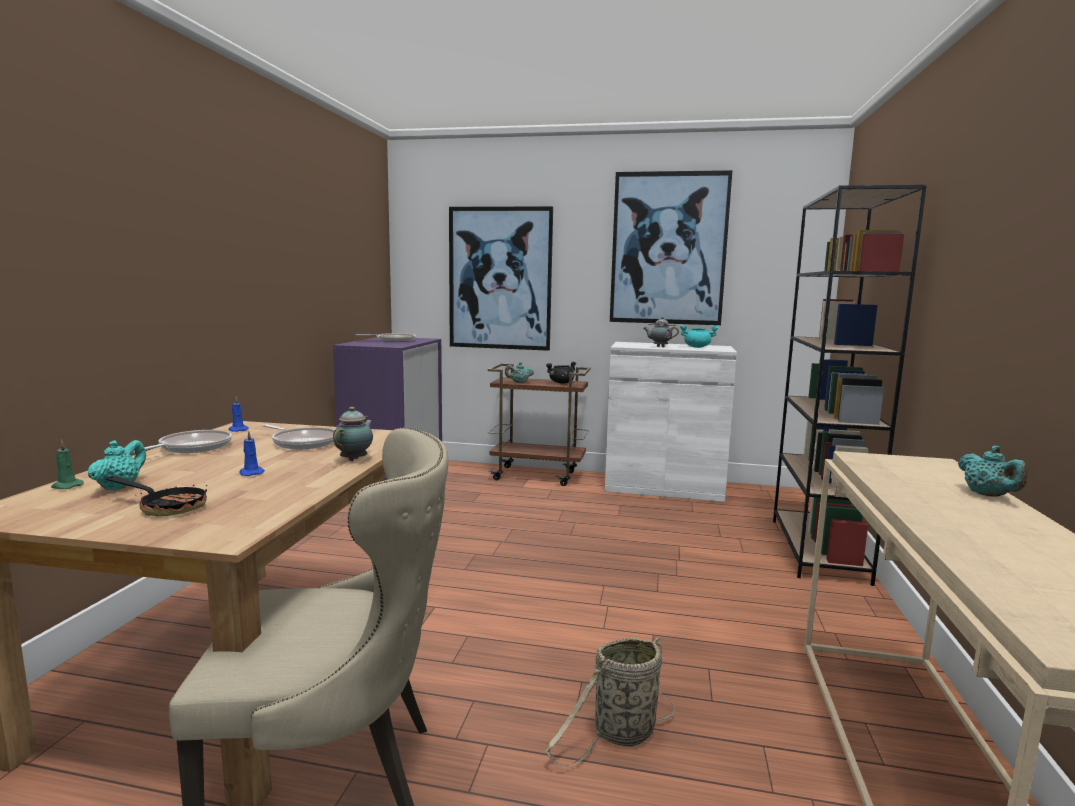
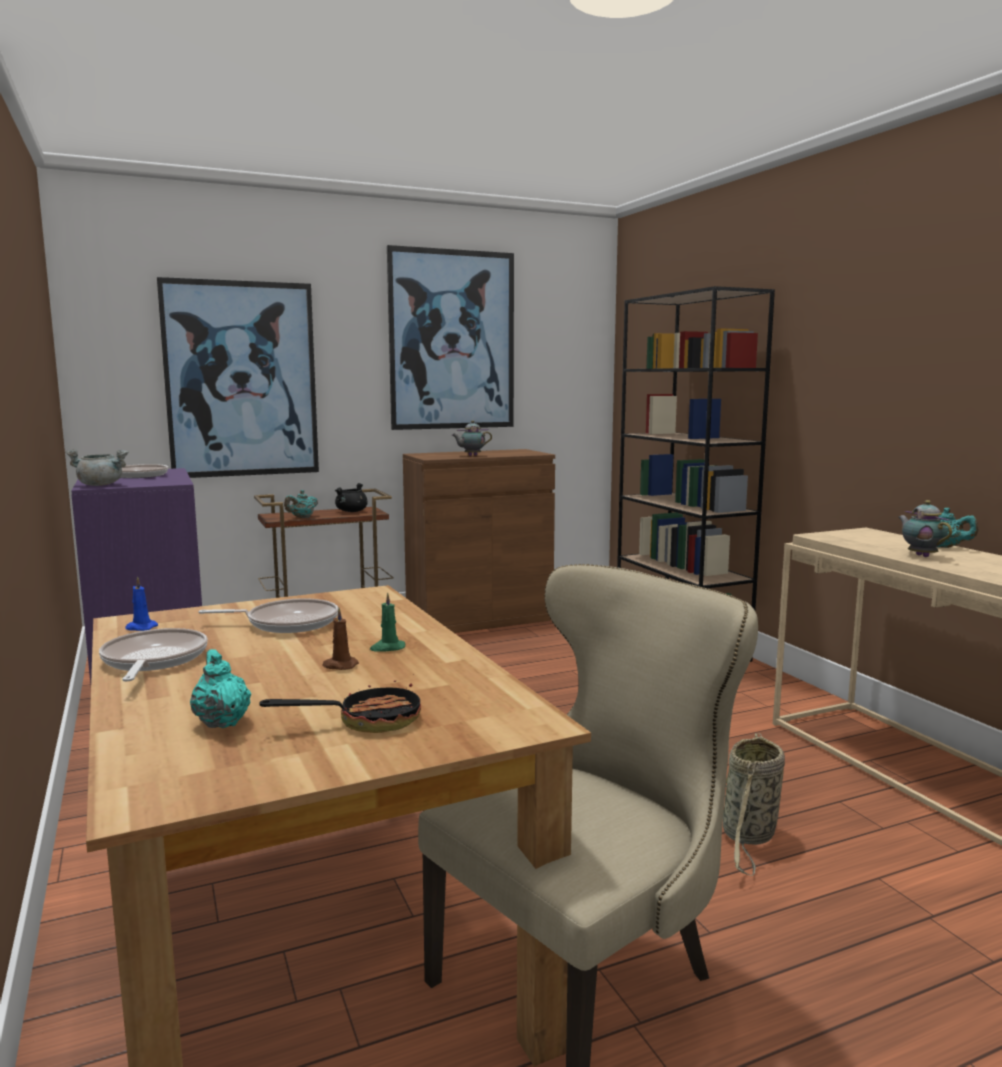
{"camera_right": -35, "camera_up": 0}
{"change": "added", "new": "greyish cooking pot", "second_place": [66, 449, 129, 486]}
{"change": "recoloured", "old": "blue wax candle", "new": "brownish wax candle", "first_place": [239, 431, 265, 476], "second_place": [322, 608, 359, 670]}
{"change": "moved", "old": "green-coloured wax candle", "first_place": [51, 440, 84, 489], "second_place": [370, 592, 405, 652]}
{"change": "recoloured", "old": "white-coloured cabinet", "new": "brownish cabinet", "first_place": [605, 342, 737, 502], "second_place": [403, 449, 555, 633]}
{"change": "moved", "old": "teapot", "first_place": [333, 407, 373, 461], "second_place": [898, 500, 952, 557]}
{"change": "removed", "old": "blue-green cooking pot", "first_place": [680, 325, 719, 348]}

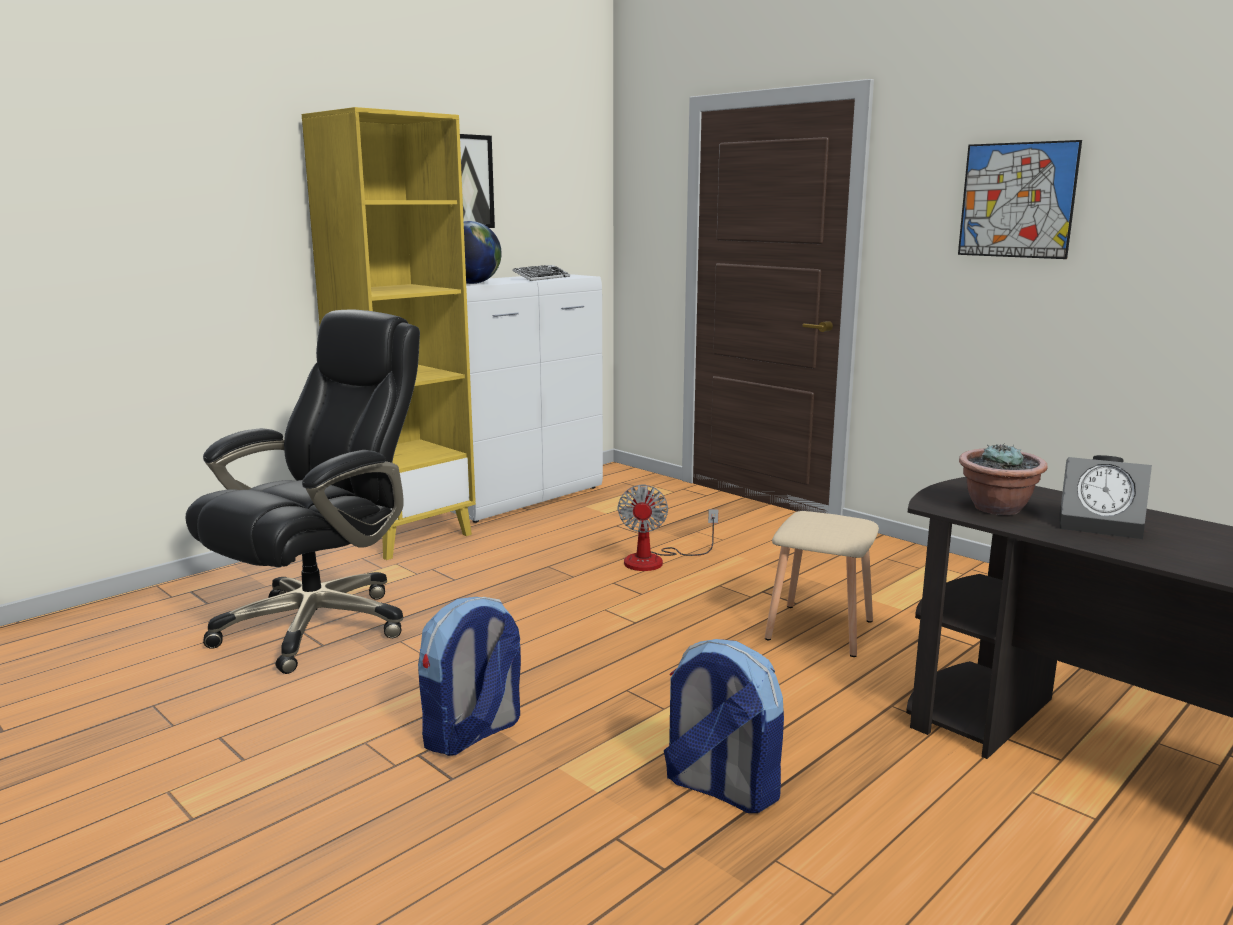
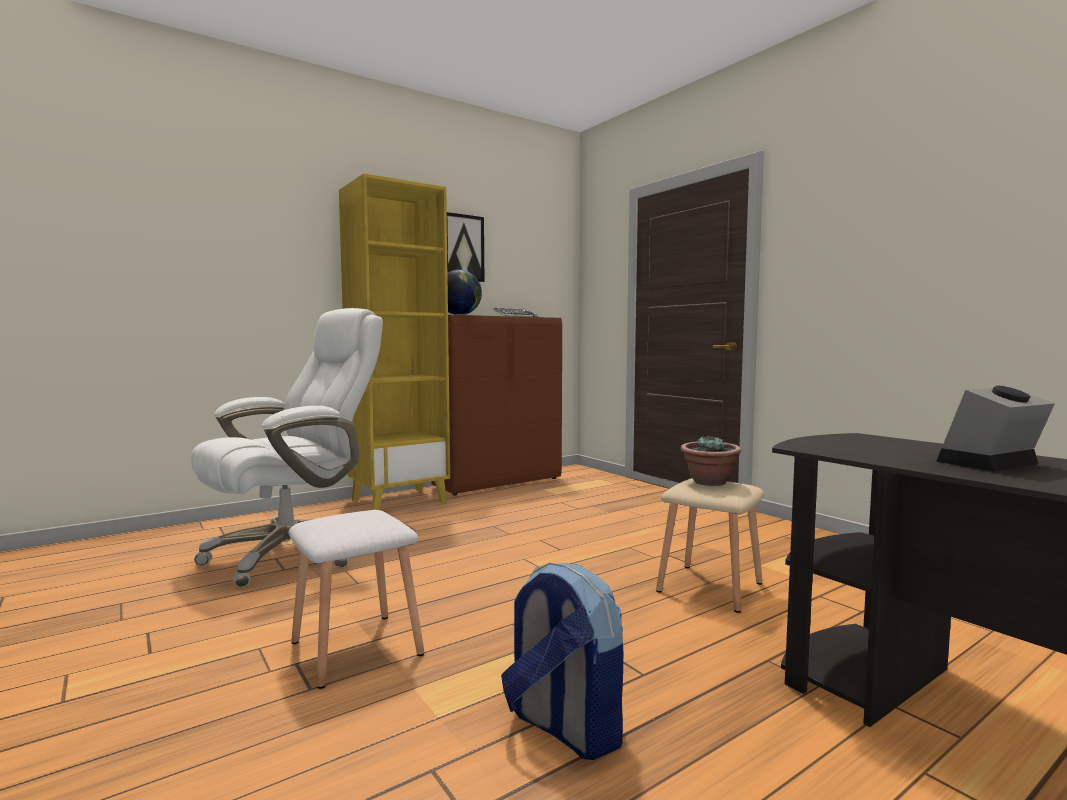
{"camera_right": 10, "camera_up": -10}
{"change": "recoloured", "old": "black computer chair", "new": "white-coloured computer chair", "first_place": [185, 310, 420, 674], "second_place": [190, 308, 383, 588]}
{"change": "replaced", "old": "knapsack", "new": "white-coloured stool", "first_place": [418, 597, 521, 756], "second_place": [288, 510, 424, 689]}
{"change": "recoloured", "old": "white-coloured cabinet", "new": "brownish cabinet", "first_place": [450, 274, 603, 523], "second_place": [432, 315, 562, 496]}
{"change": "moved", "old": "plant in a pot", "first_place": [959, 443, 1047, 515], "second_place": [681, 436, 741, 486]}
{"change": "turned", "old": "alarm clock", "first_place": [1059, 455, 1152, 539], "second_place": [936, 385, 1055, 472], "degrees": 120}
{"change": "removed", "old": "electric fan", "first_place": [618, 484, 718, 571]}
{"change": "removed", "old": "wall picture", "first_place": [958, 140, 1082, 259]}

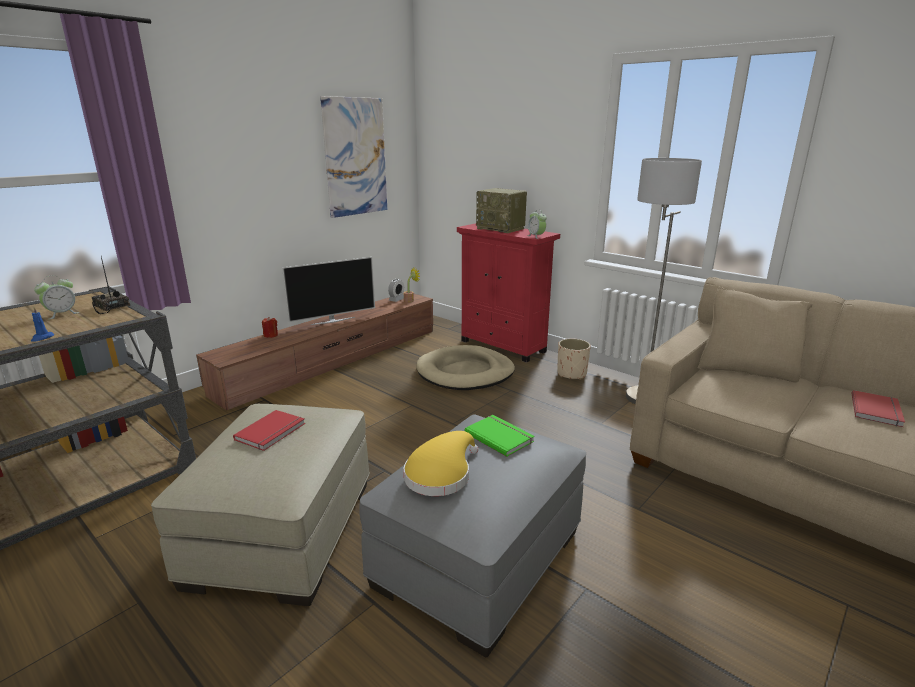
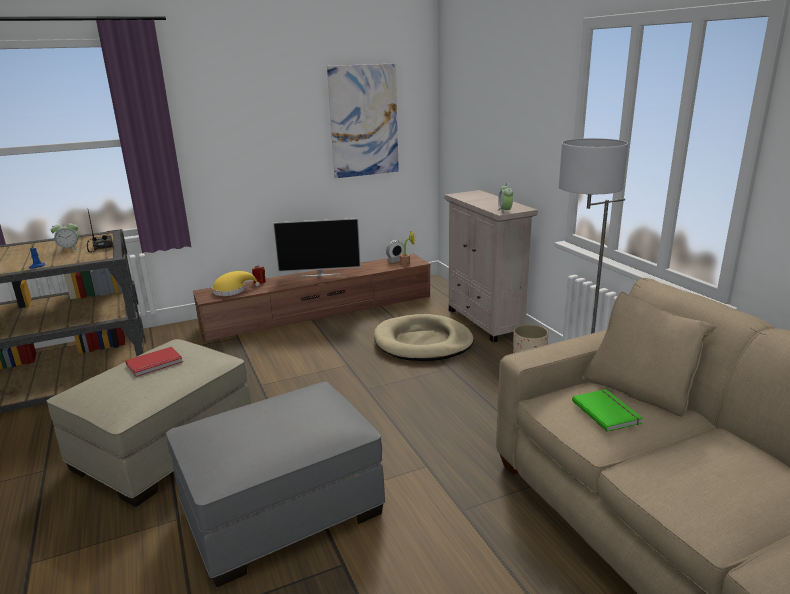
{"camera_right": 25, "camera_up": 0}
{"change": "moved", "old": "yellow clothing hat", "first_place": [403, 431, 479, 496], "second_place": [212, 271, 260, 296]}
{"change": "recoloured", "old": "red-coloured cabinet", "new": "sand-coloured cabinet", "first_place": [457, 223, 560, 363], "second_place": [445, 190, 538, 343]}
{"change": "moved", "old": "green-coloured volume", "first_place": [465, 415, 535, 457], "second_place": [572, 389, 643, 432]}
{"change": "removed", "old": "radio set", "first_place": [476, 188, 527, 233]}
{"change": "removed", "old": "red-coloured volume", "first_place": [851, 390, 905, 427]}

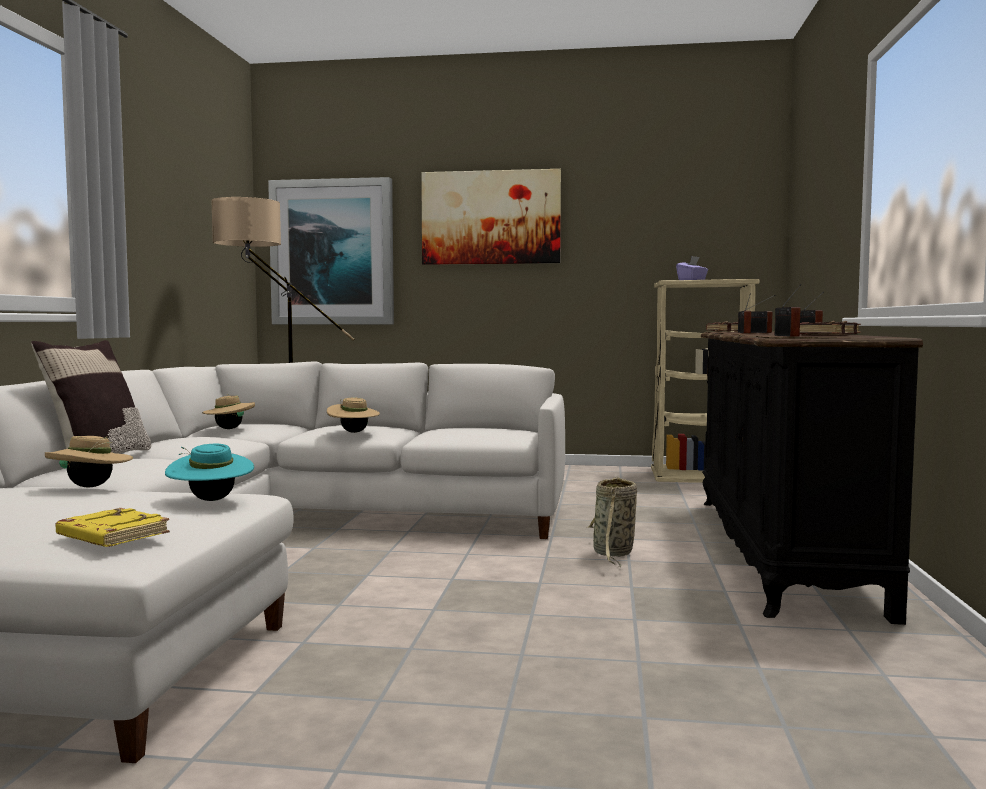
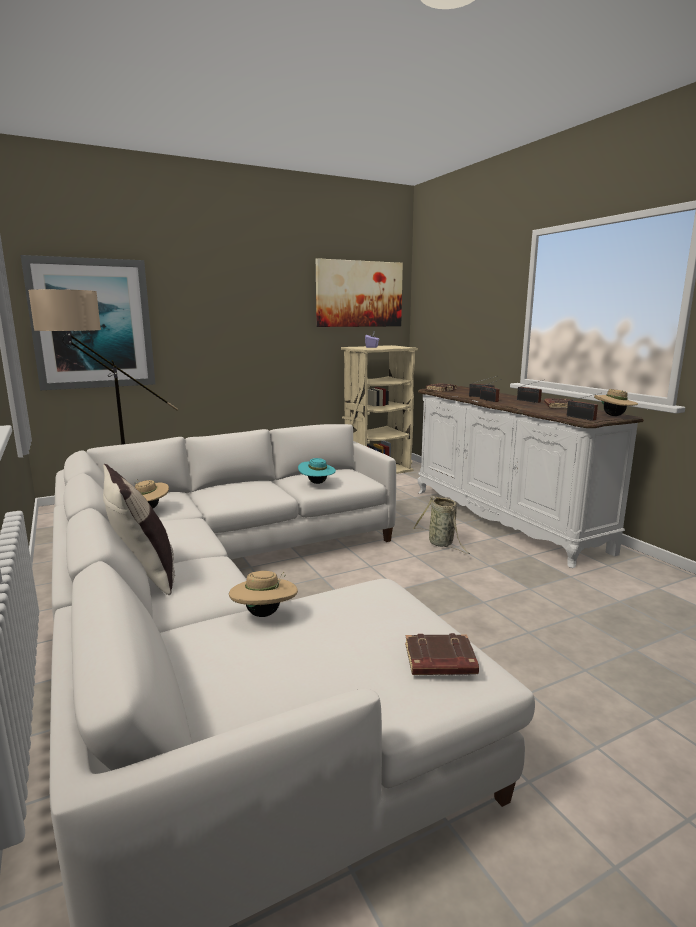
{"camera_right": -35, "camera_up": 10}
{"change": "moved", "old": "blue-green clothing hat", "first_place": [165, 444, 254, 501], "second_place": [298, 458, 336, 484]}
{"change": "moved", "old": "wall picture", "first_place": [421, 169, 561, 265], "second_place": [316, 258, 403, 327]}
{"change": "recoloured", "old": "yellow volume", "new": "brownish volume", "first_place": [55, 508, 170, 547], "second_place": [405, 633, 479, 675]}
{"change": "recoloured", "old": "black cabinet", "new": "white-coloured cabinet", "first_place": [701, 332, 923, 625], "second_place": [417, 386, 644, 568]}
{"change": "moved", "old": "sand-coloured clothing hat", "first_place": [327, 398, 380, 433], "second_place": [594, 389, 638, 416]}

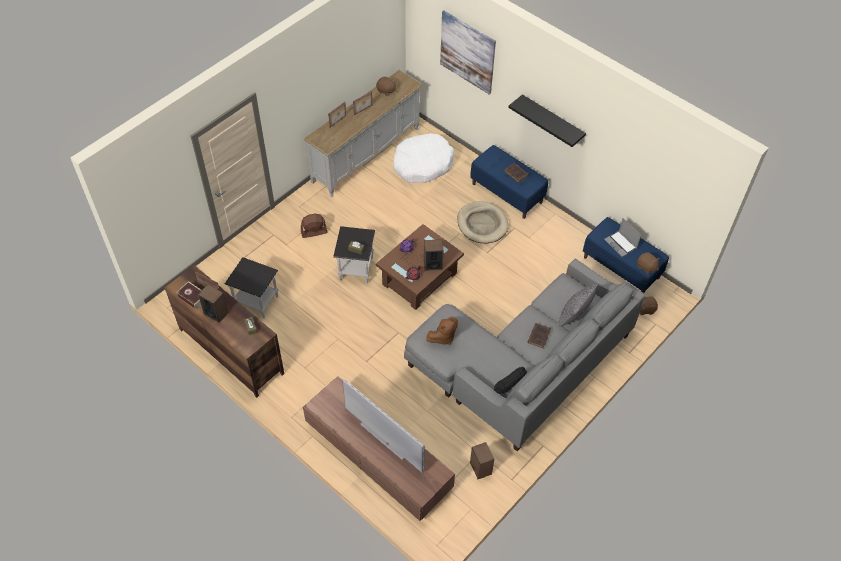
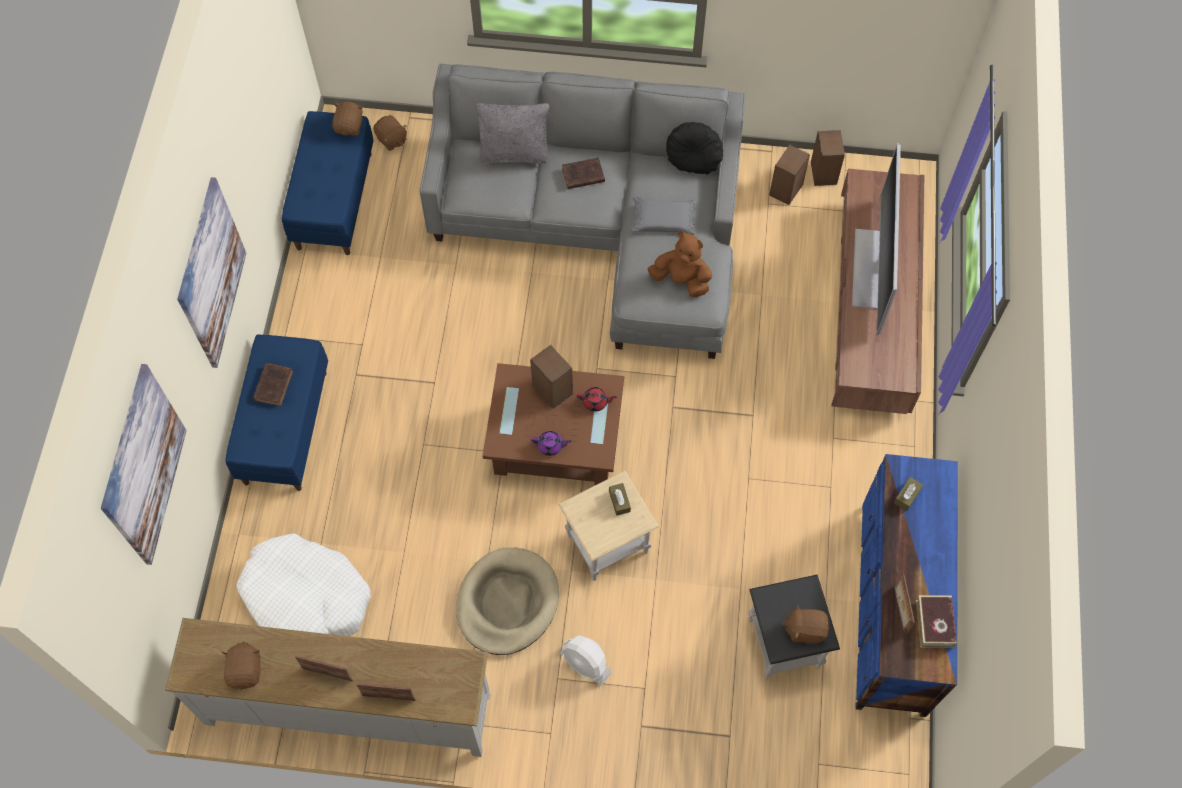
{"camera_right": -125, "camera_up": 10}
{"change": "replaced", "old": "black bracket shelf", "new": "wall picture", "first_place": [508, 94, 586, 147], "second_place": [177, 177, 246, 368]}
{"change": "moved", "old": "sand-coloured dog bed", "first_place": [457, 201, 509, 243], "second_place": [456, 547, 559, 655]}
{"change": "recoloured", "old": "black side table", "new": "sand-coloured side table", "first_place": [333, 226, 375, 283], "second_place": [558, 471, 659, 581]}
{"change": "recoloured", "old": "brownish electric fan", "new": "white-coloured electric fan", "first_place": [301, 214, 328, 238], "second_place": [560, 635, 611, 686]}
{"change": "added", "new": "greyish pillow", "second_place": [631, 197, 697, 235]}
{"change": "added", "new": "brownish cuddly toy", "second_place": [782, 604, 829, 644]}
{"change": "moved", "old": "speaker", "first_place": [198, 284, 229, 323], "second_place": [811, 130, 845, 186]}
{"change": "recoloured", "old": "brownish cabinet", "new": "blue cabinet", "first_place": [164, 265, 284, 398], "second_place": [855, 454, 958, 717]}
{"change": "removed", "old": "notebook computer", "first_place": [604, 218, 641, 257]}

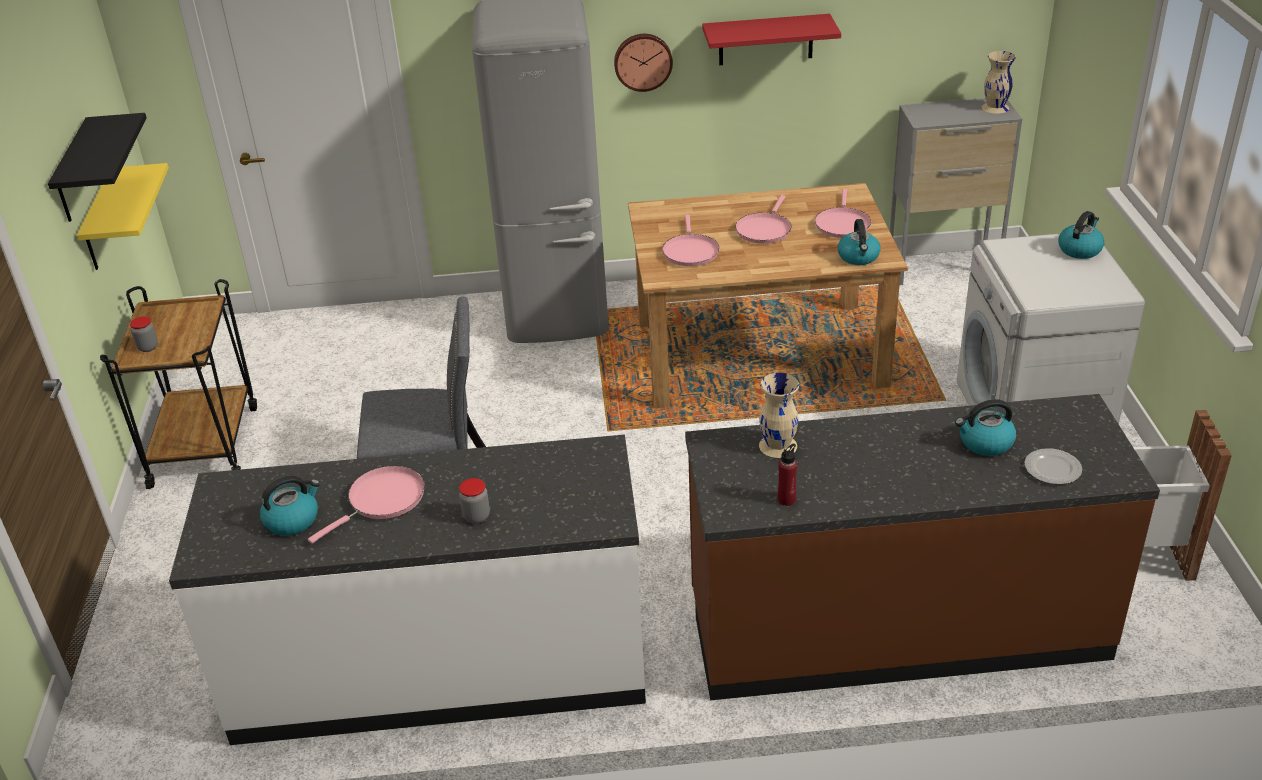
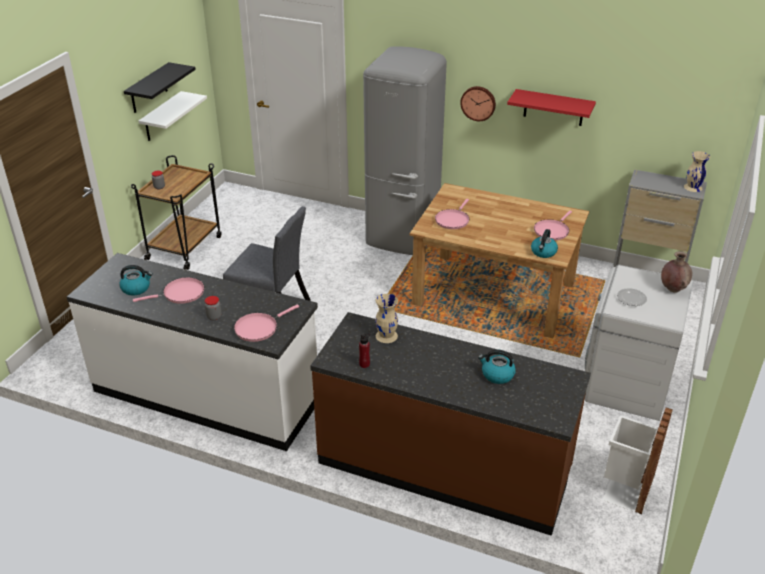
{"camera_right": 25, "camera_up": 0}
{"change": "recoloured", "old": "yellow bracket shelf", "new": "white-coloured bracket shelf", "first_place": [77, 163, 169, 270], "second_place": [138, 91, 207, 141]}
{"change": "moved", "old": "pinkish pan", "first_place": [735, 195, 791, 244], "second_place": [234, 304, 299, 342]}
{"change": "moved", "old": "dinner plate", "first_place": [1024, 448, 1082, 484], "second_place": [617, 288, 647, 306]}
{"change": "replaced", "old": "water kettle", "new": "brownish decorative vase", "first_place": [1058, 211, 1104, 259], "second_place": [661, 251, 692, 293]}

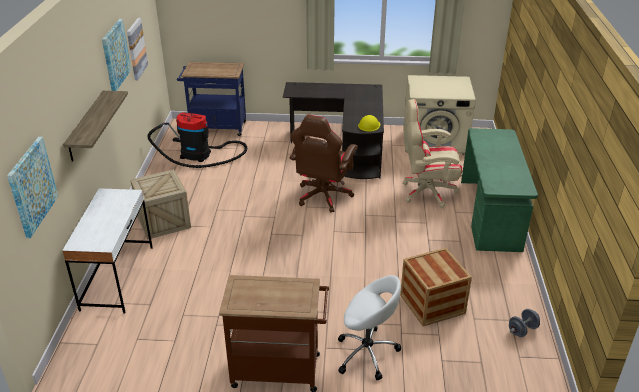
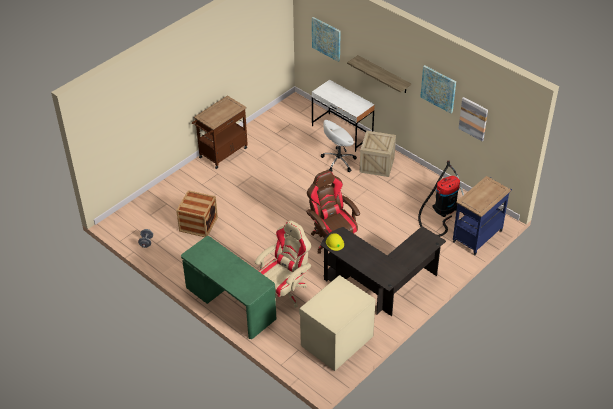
{"camera_right": 130, "camera_up": 10}
{"change": "moved", "old": "white-coloured computer chair", "first_place": [338, 275, 401, 380], "second_place": [321, 120, 357, 172]}

